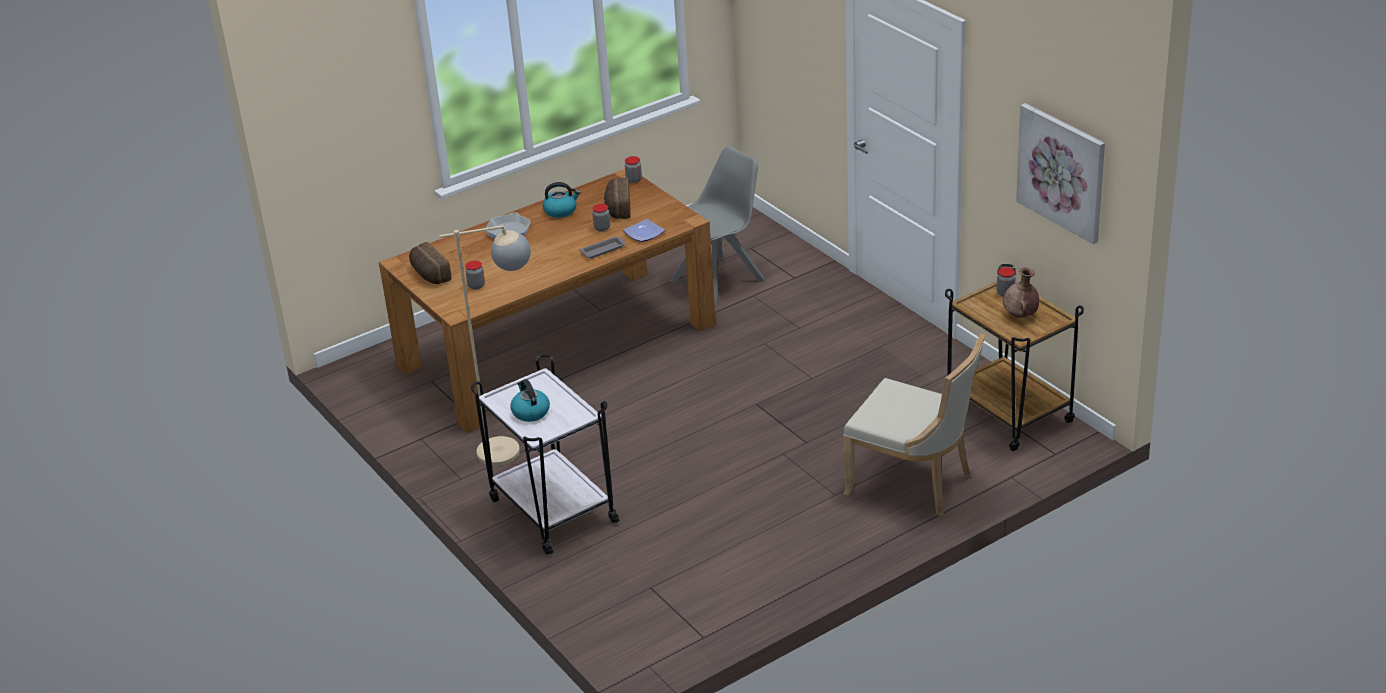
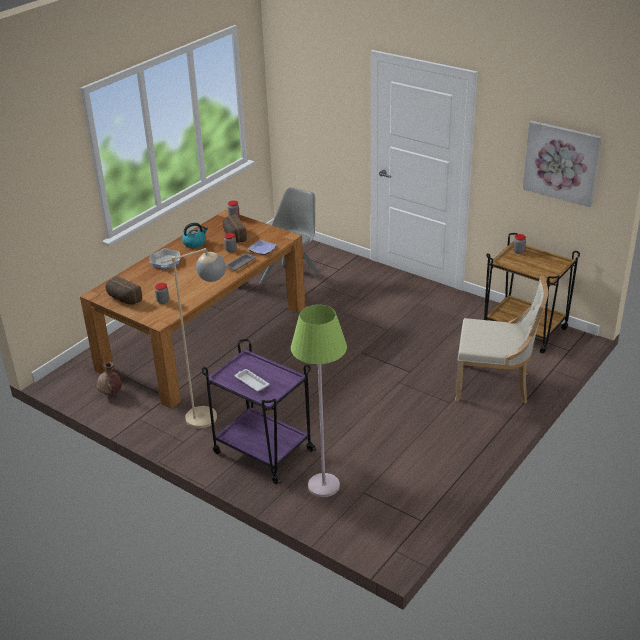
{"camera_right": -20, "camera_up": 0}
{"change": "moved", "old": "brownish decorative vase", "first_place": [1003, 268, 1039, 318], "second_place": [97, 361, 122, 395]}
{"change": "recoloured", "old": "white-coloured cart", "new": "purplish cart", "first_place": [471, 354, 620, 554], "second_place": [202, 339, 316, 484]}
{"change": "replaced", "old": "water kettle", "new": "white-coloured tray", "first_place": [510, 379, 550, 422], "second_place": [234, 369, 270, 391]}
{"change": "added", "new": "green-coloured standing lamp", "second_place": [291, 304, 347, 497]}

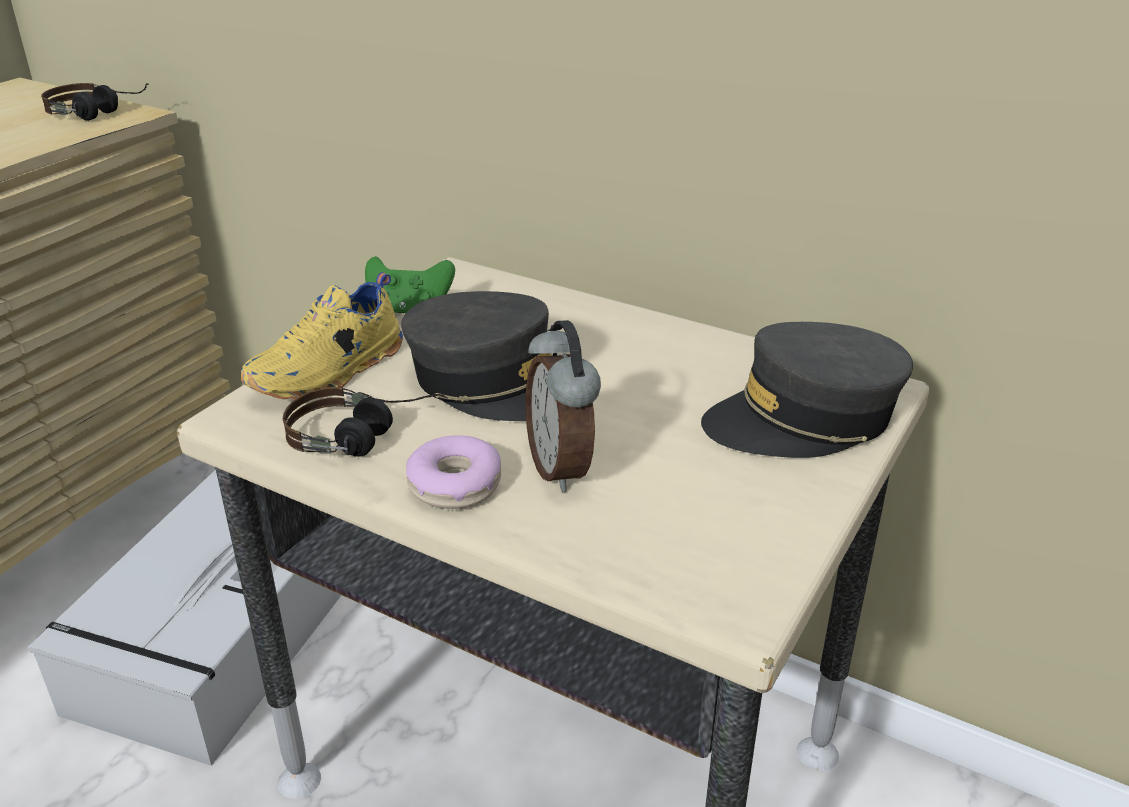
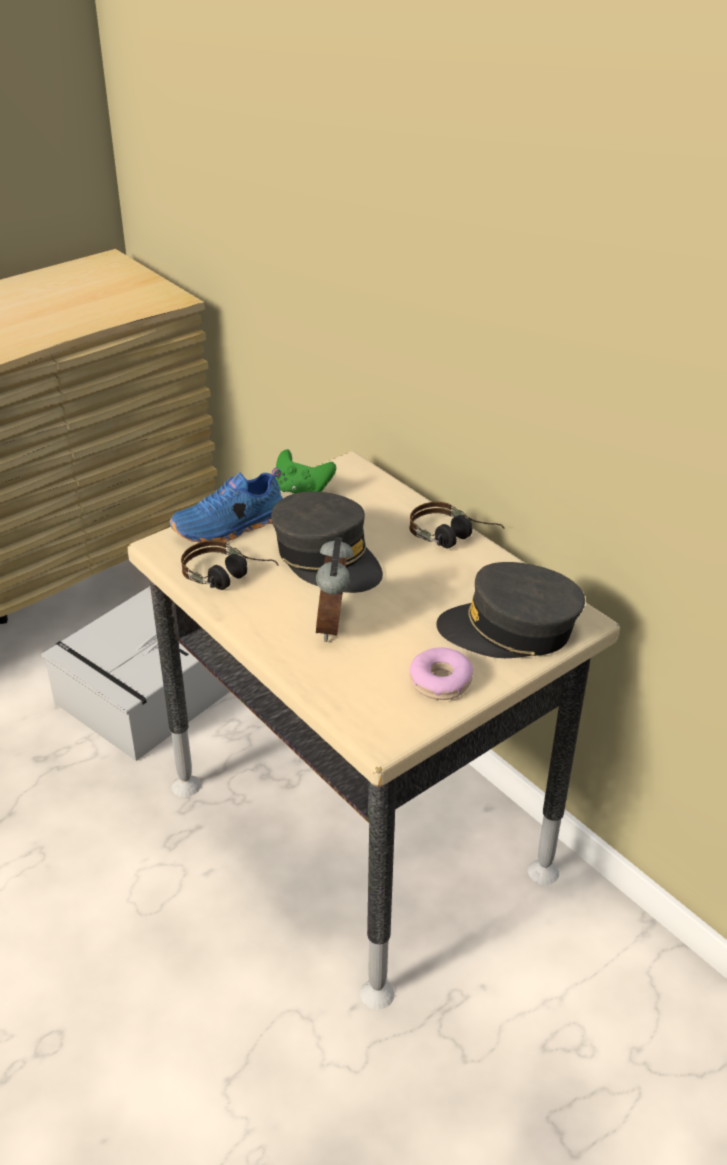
{"camera_right": 20, "camera_up": 5}
{"change": "recoloured", "old": "yellow low shoe", "new": "blue low shoe", "first_place": [241, 272, 403, 399], "second_place": [170, 468, 283, 543]}
{"change": "moved", "old": "headphones", "first_place": [41, 83, 149, 121], "second_place": [409, 502, 505, 548]}
{"change": "moved", "old": "doughnut", "first_place": [406, 435, 501, 509], "second_place": [409, 648, 473, 700]}

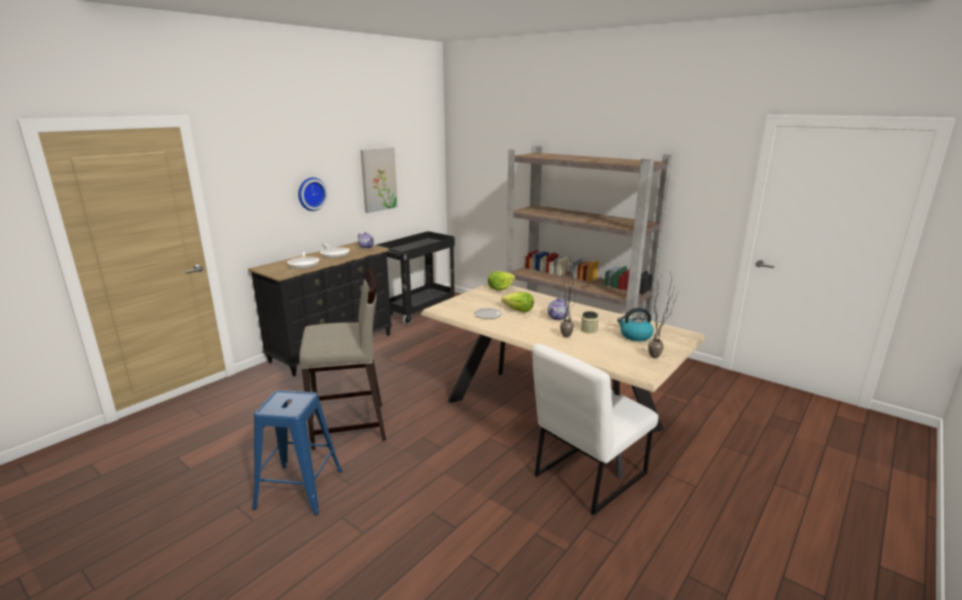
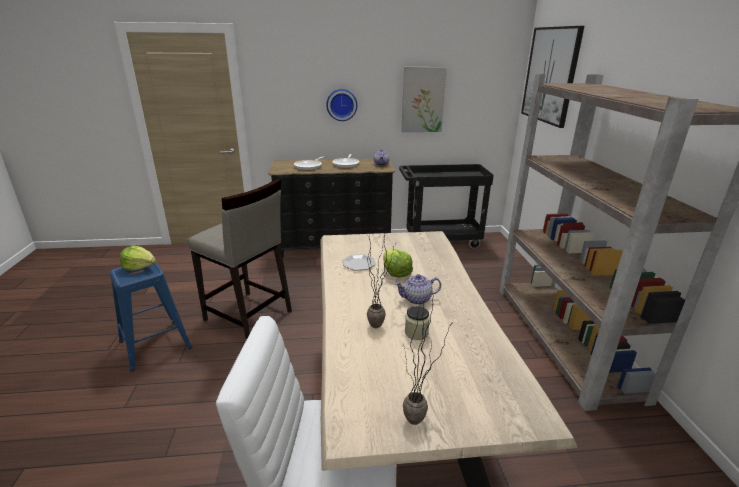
{"camera_right": 45, "camera_up": 5}
{"change": "moved", "old": "lettuce", "first_place": [488, 271, 516, 291], "second_place": [120, 246, 156, 270]}
{"change": "added", "new": "wall picture", "second_place": [521, 26, 584, 128]}
{"change": "removed", "old": "water kettle", "first_place": [617, 308, 654, 341]}

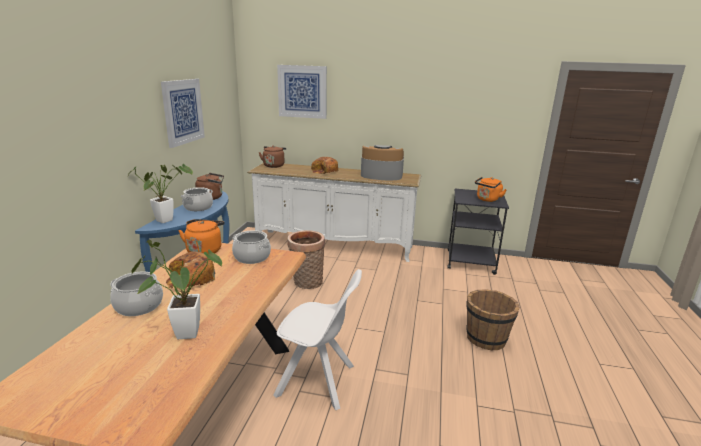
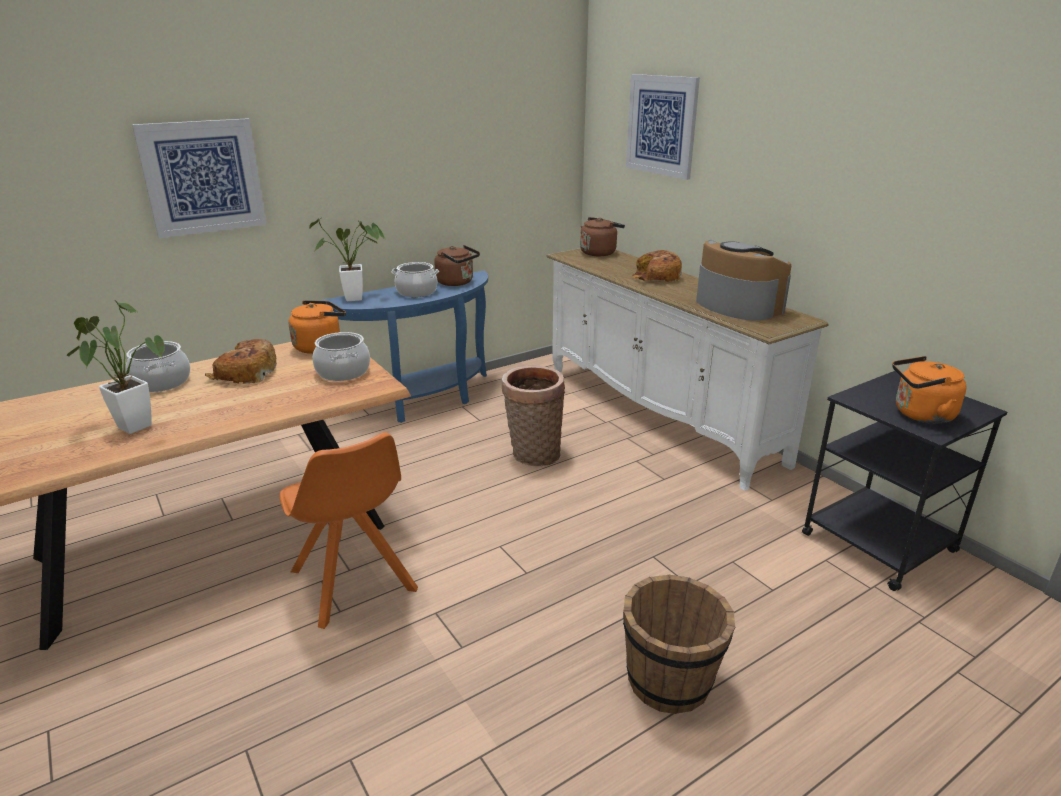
{"camera_right": 45, "camera_up": 5}
{"change": "moved", "old": "wall picture", "first_place": [161, 79, 205, 148], "second_place": [132, 118, 267, 238]}
{"change": "recoloured", "old": "white-coloured upright chair", "new": "orange upright chair", "first_place": [273, 269, 362, 410], "second_place": [280, 432, 418, 629]}

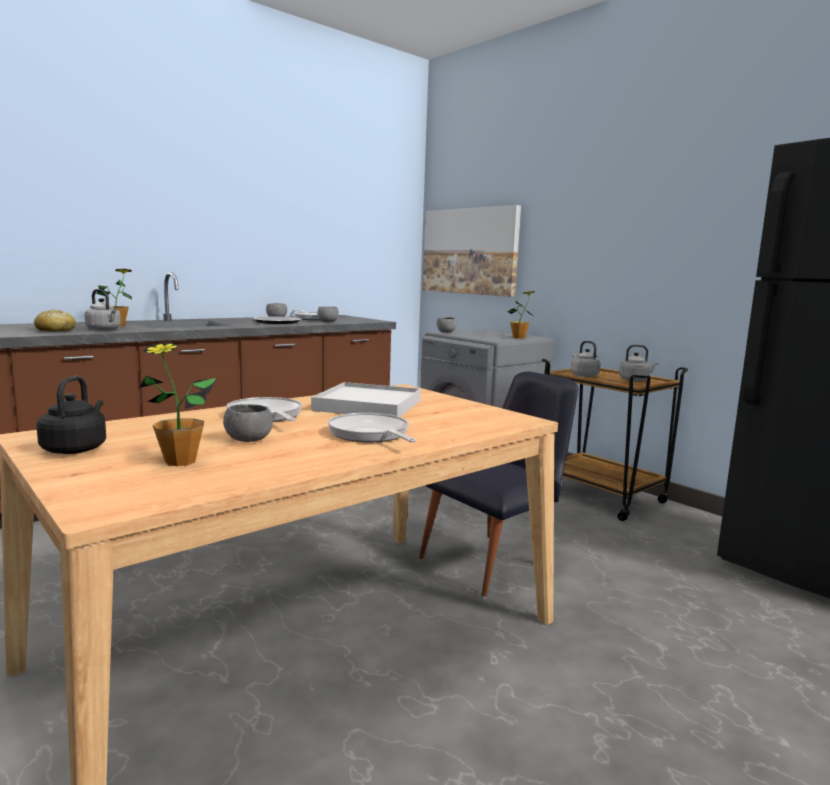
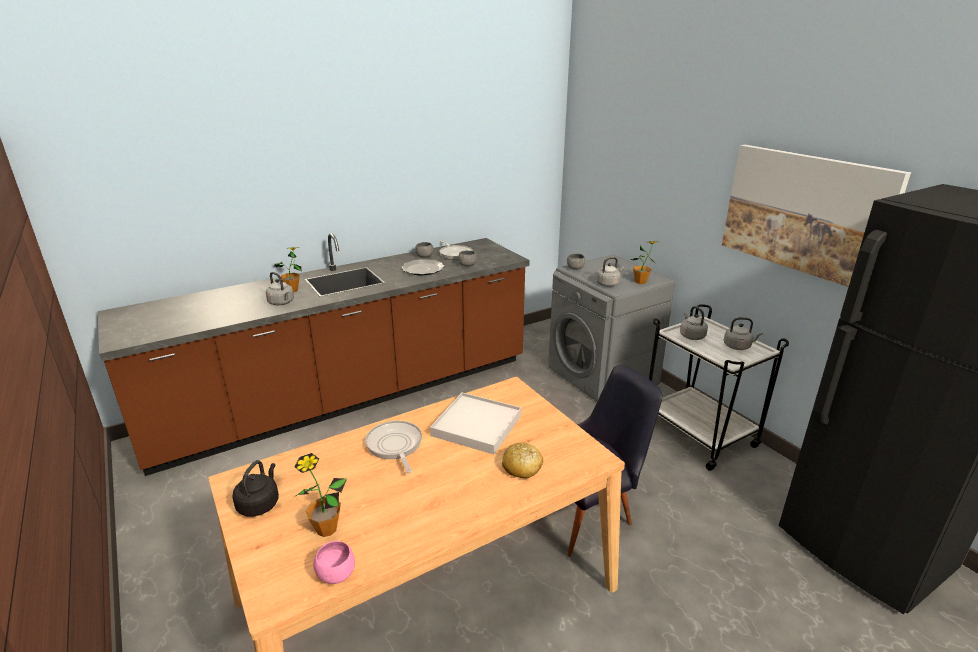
{"camera_right": 10, "camera_up": 15}
{"change": "added", "new": "pinkish deep dish", "second_place": [314, 541, 355, 584]}
{"change": "moved", "old": "baked bread", "first_place": [34, 309, 76, 331], "second_place": [502, 443, 543, 479]}
{"change": "added", "new": "greyish water kettle", "second_place": [596, 257, 625, 287]}
{"change": "recoloured", "old": "brownish cart", "new": "white-coloured cart", "first_place": [542, 355, 688, 521], "second_place": [649, 304, 789, 471]}
{"change": "moved", "old": "wall picture", "first_place": [423, 205, 521, 297], "second_place": [722, 145, 911, 287]}
{"change": "removed", "old": "greyish deep dish", "first_place": [223, 404, 273, 442]}
{"change": "removed", "old": "pan", "first_place": [328, 413, 417, 442]}

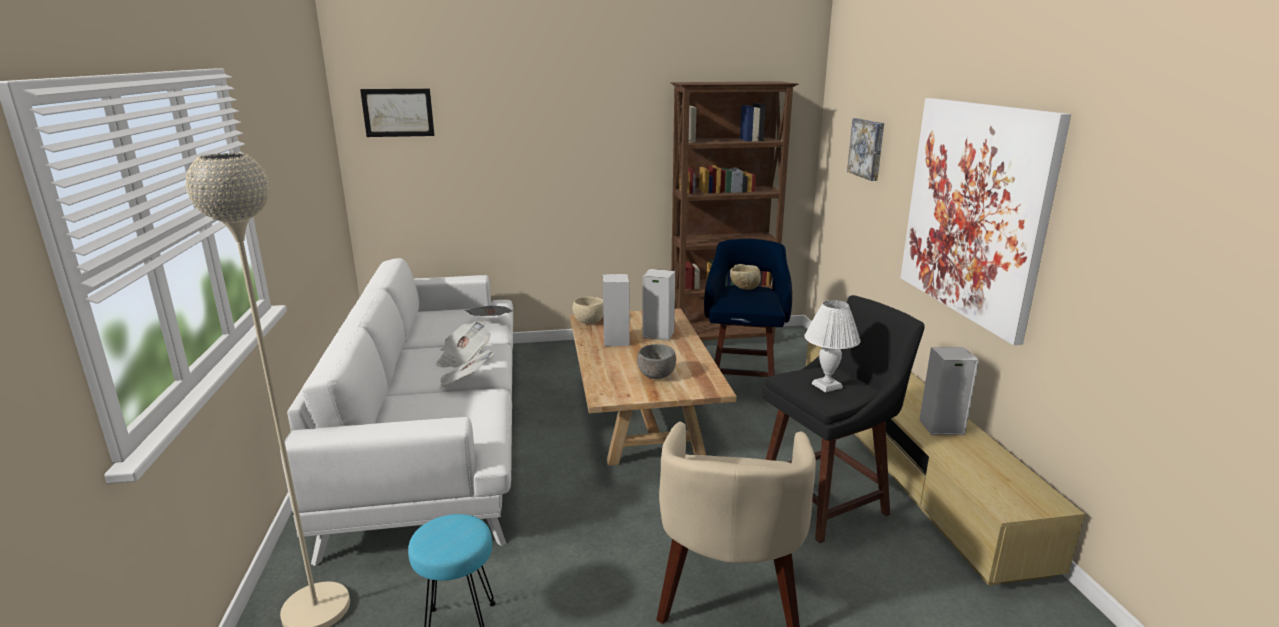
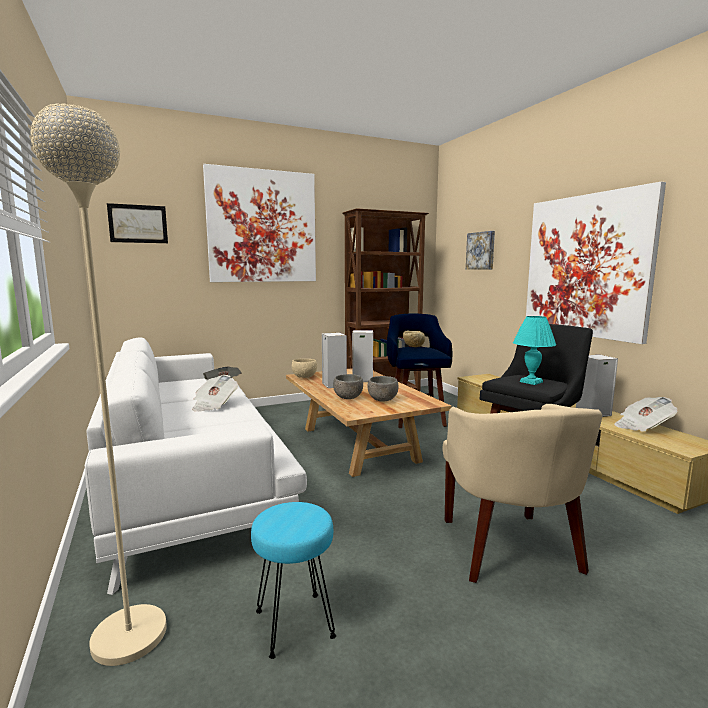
{"camera_right": -15, "camera_up": -10}
{"change": "added", "new": "wall picture", "second_place": [203, 164, 316, 282]}
{"change": "added", "new": "greyish deep dish", "second_place": [333, 374, 363, 399]}
{"change": "recoloured", "old": "white-coloured table lamp", "new": "blue-green table lamp", "first_place": [804, 300, 860, 393], "second_place": [513, 316, 556, 385]}
{"change": "moved", "old": "newspaper", "first_place": [440, 349, 494, 388], "second_place": [614, 397, 678, 432]}

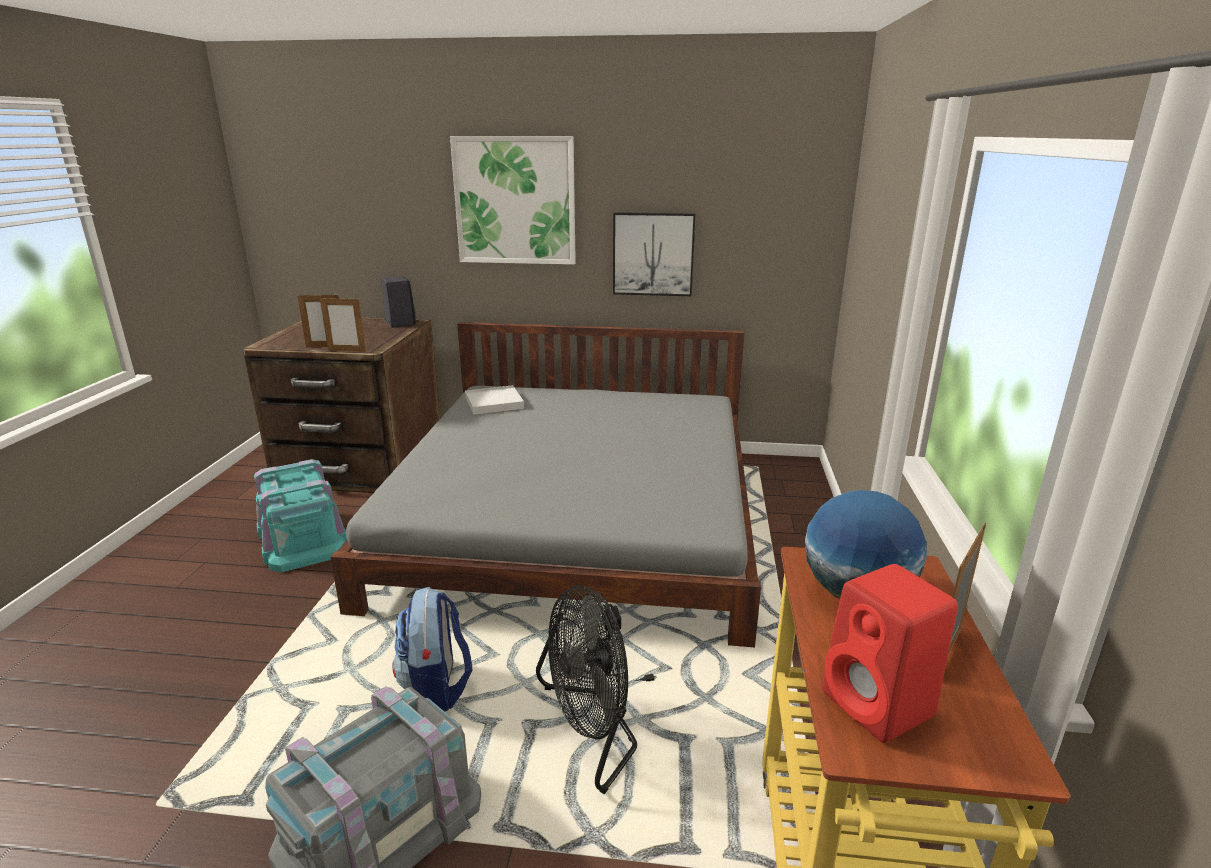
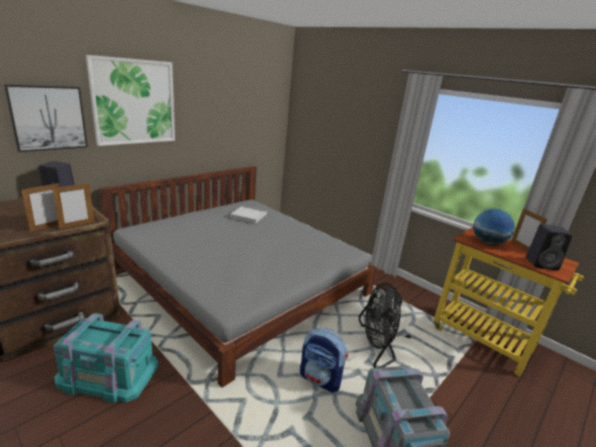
{"camera_right": -55, "camera_up": 0}
{"change": "moved", "old": "wall picture", "first_place": [613, 212, 695, 296], "second_place": [4, 85, 88, 152]}
{"change": "moved", "old": "white-coloured tray", "first_place": [465, 385, 524, 415], "second_place": [230, 206, 267, 224]}
{"change": "turned", "old": "black electric fan", "first_place": [536, 585, 657, 794], "second_place": [359, 283, 411, 368], "degrees": 75}
{"change": "recoloured", "old": "red-coloured speaker", "new": "black speaker", "first_place": [823, 564, 958, 743], "second_place": [526, 224, 573, 271]}

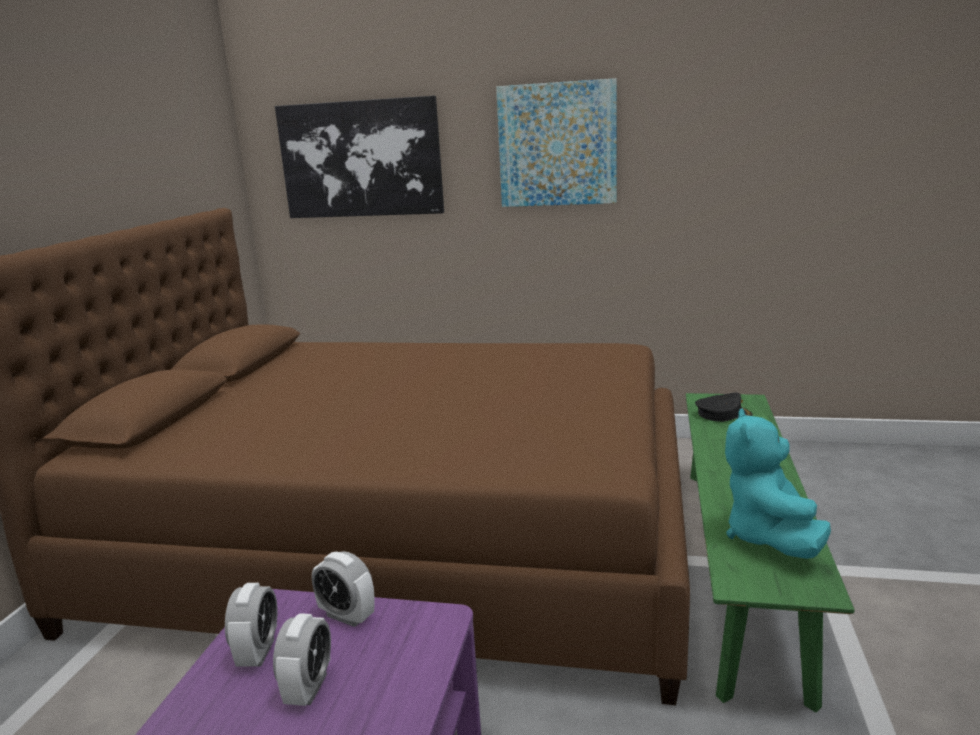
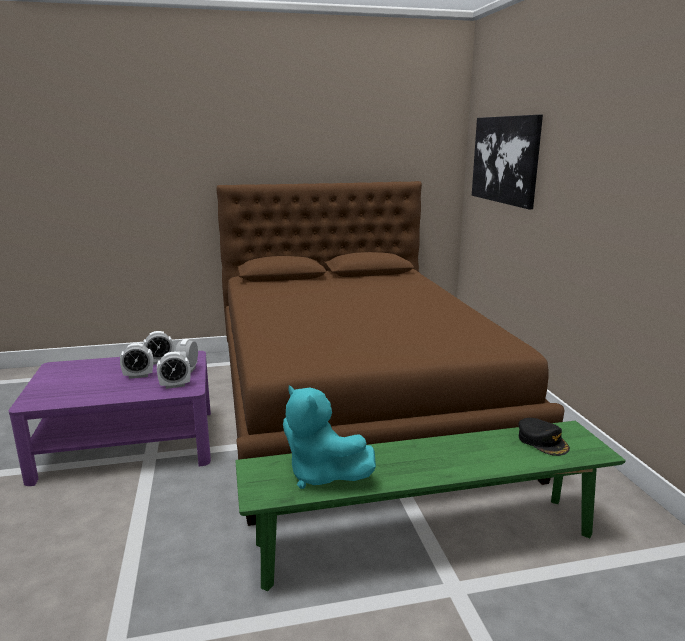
{"camera_right": 65, "camera_up": 0}
{"change": "added", "new": "alarm clock", "second_place": [157, 352, 191, 389]}
{"change": "turned", "old": "blue-green cuddly toy", "first_place": [725, 408, 831, 559], "second_place": [283, 385, 376, 489], "degrees": -120}
{"change": "removed", "old": "wall picture", "first_place": [496, 78, 617, 207]}

